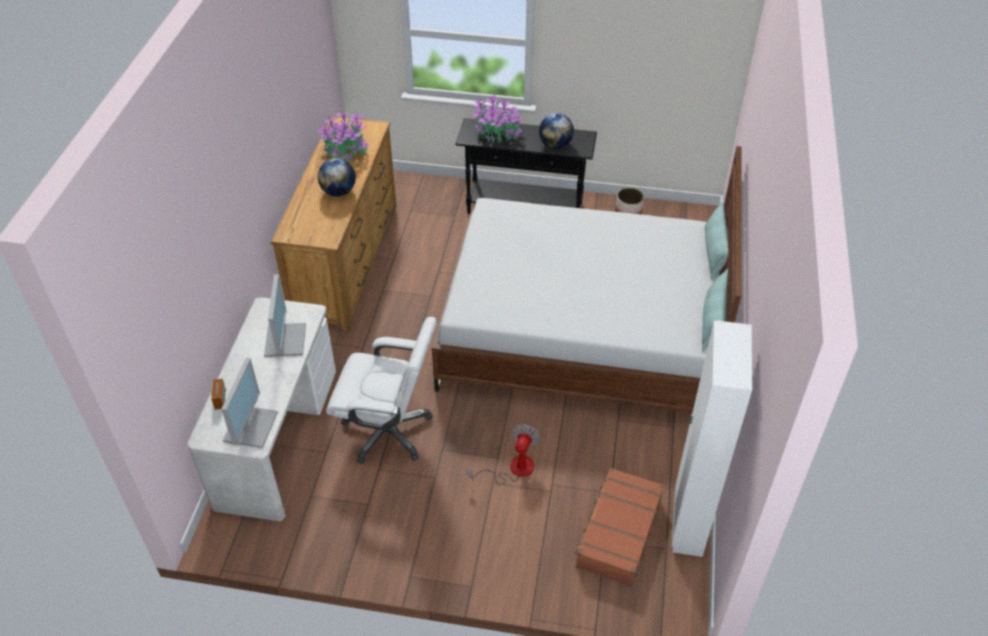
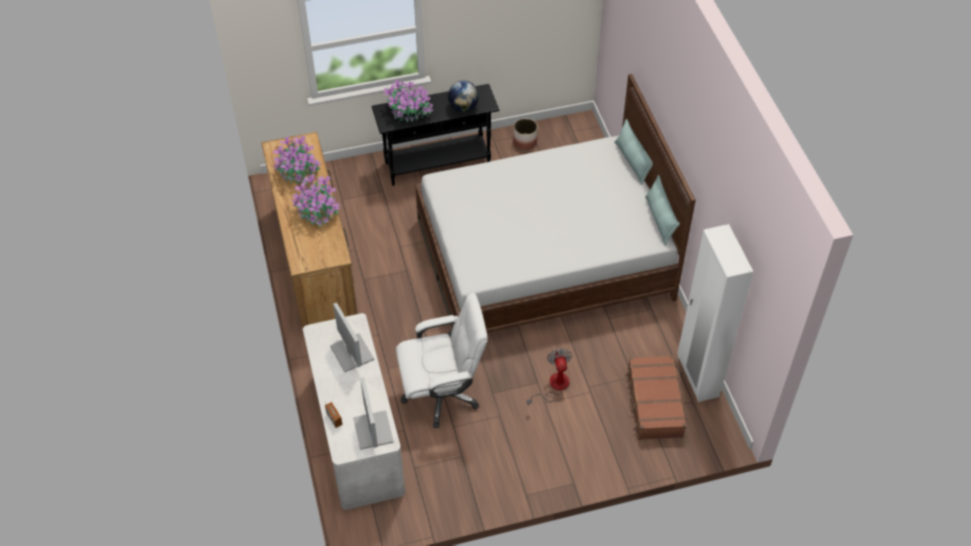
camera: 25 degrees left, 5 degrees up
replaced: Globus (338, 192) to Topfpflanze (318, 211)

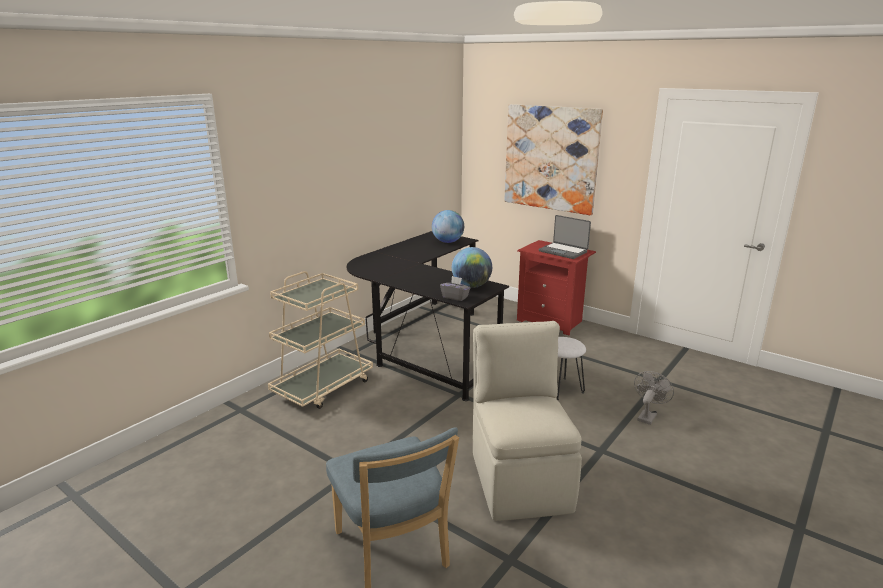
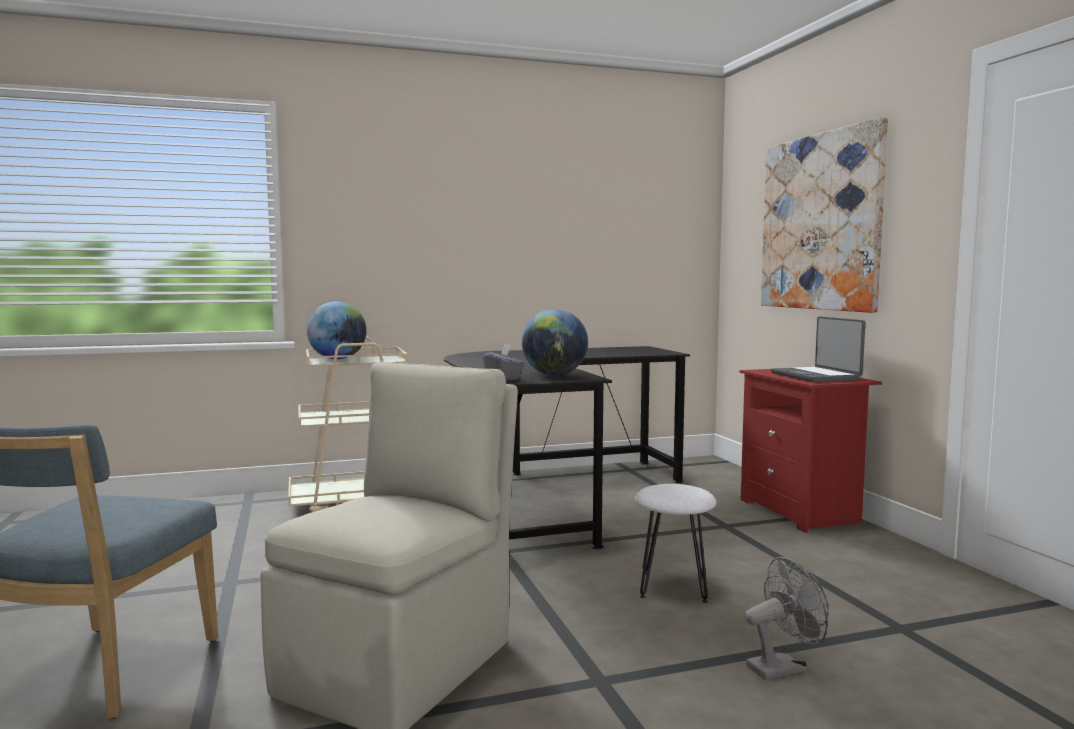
camera: 35 degrees right, 15 degrees down
moved: Globus (448, 242) to (337, 359)

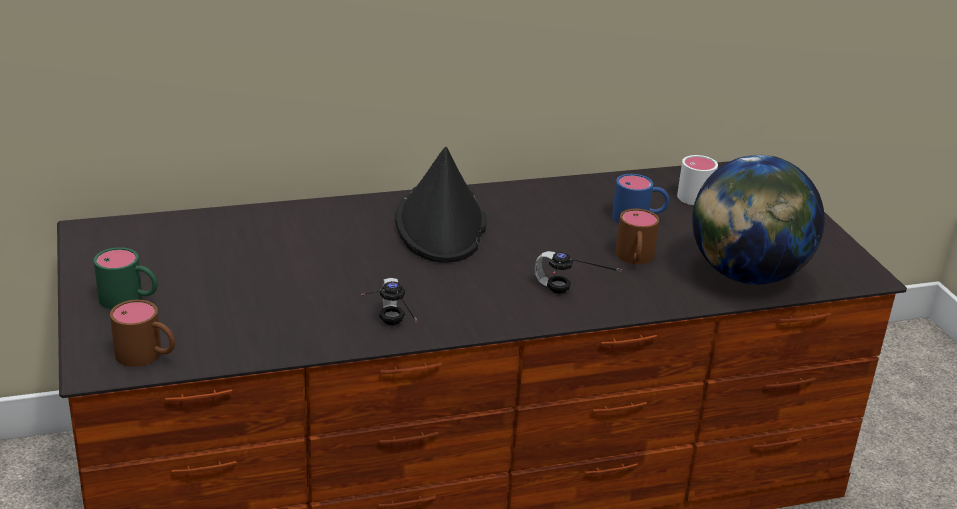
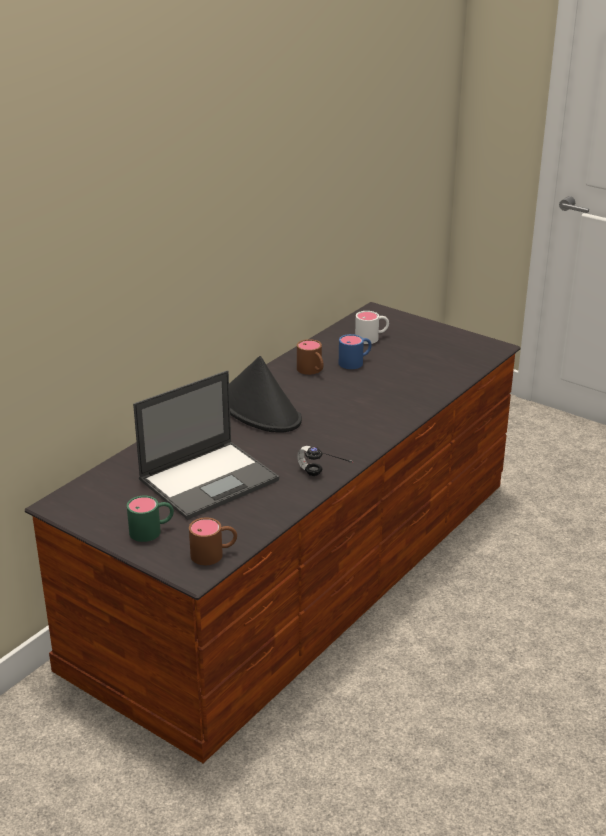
camera: 35 degrees left, 0 degrees up
removed: Globus (746, 276); Kopfhörer (567, 298)
added: Laptop (210, 479)
moved: Henkelbecher/braun (635, 259) to (312, 371)

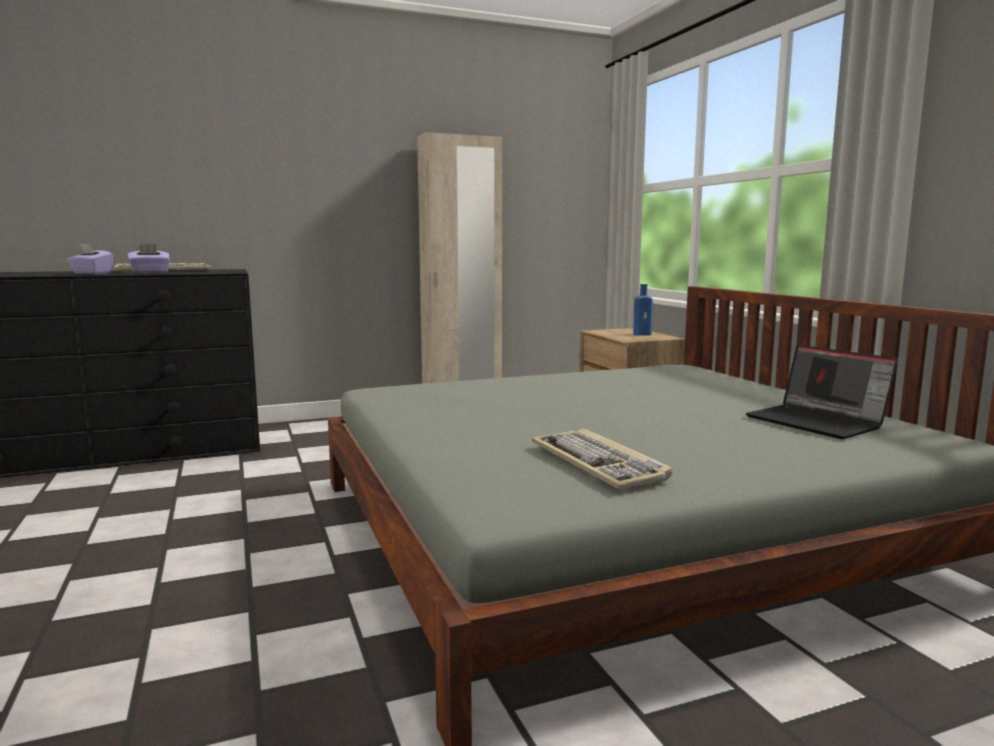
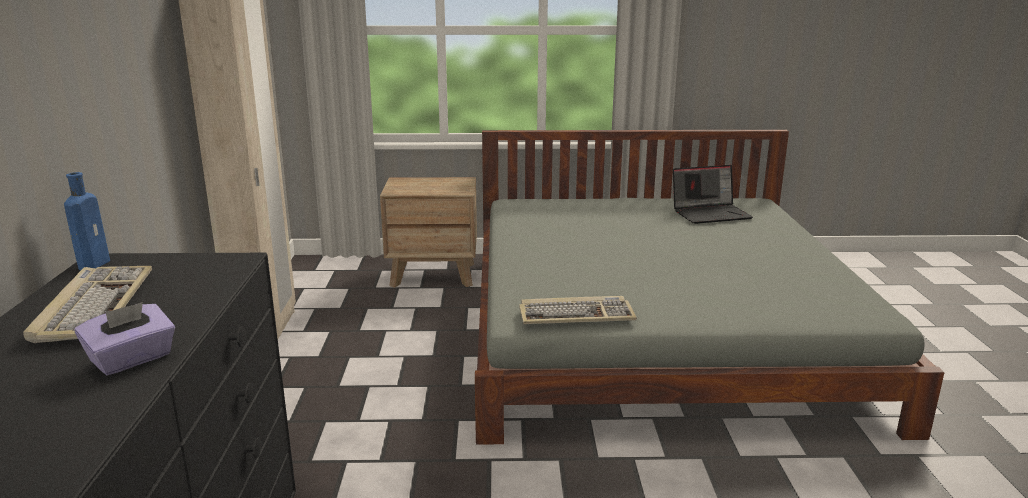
camera: 70 degrees left, 10 degrees up
removed: Taschentuchbox/lila (150, 273)
moved: Flasche/blau (643, 334) to (95, 263); Tastatur (599, 463) to (576, 315)

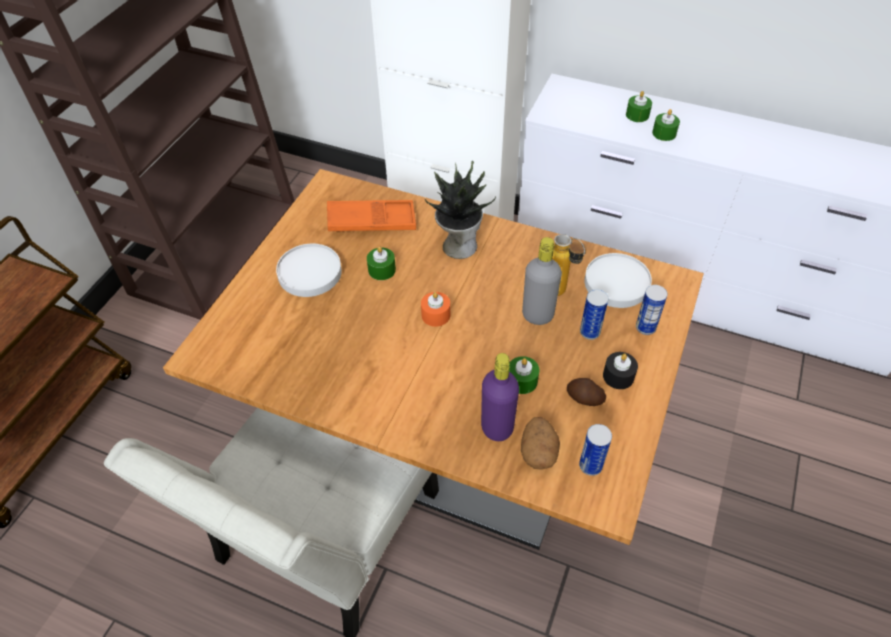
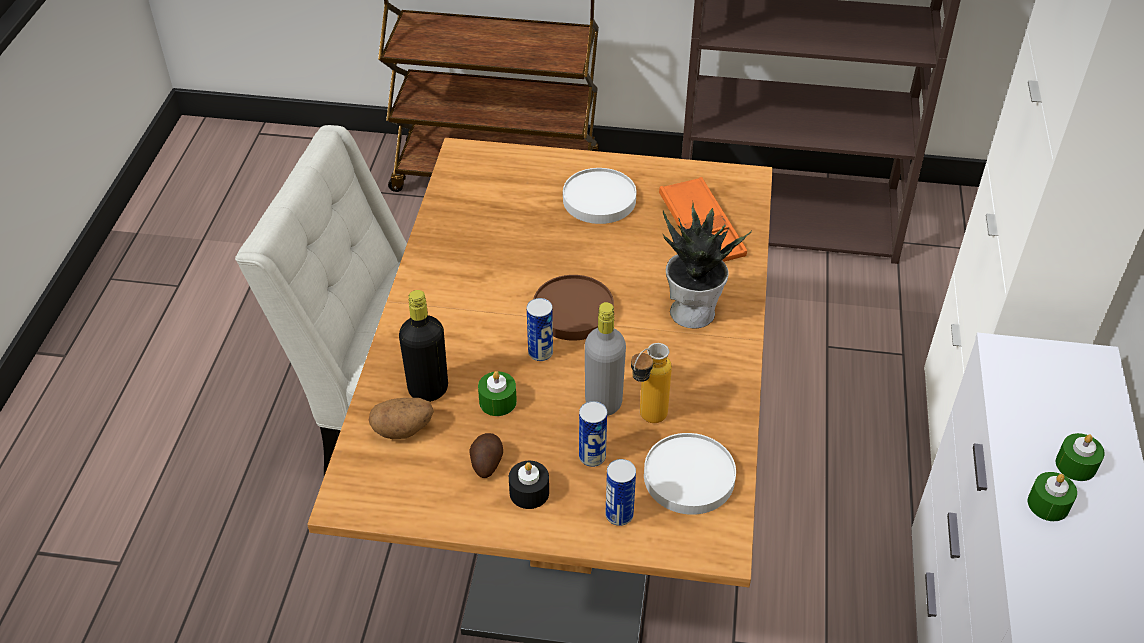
camera: 75 degrees right, 5 degrees down
removed: Kerze/grün (382, 270)
moved: Dose (590, 466) to (540, 353)
replaced: Kerze/orange (436, 315) to Teller/braun (572, 311)
recoloured: Flasche/lila (497, 427) to Flasche/schwarz (428, 389)

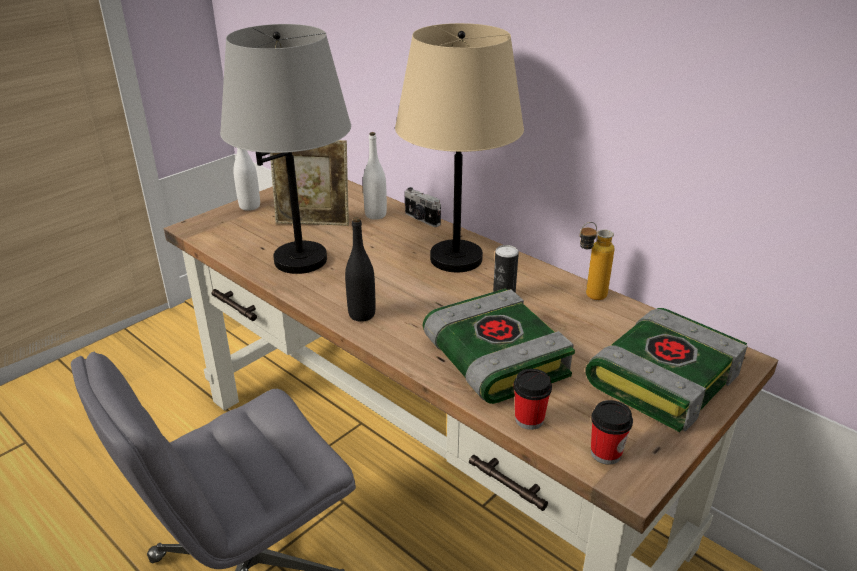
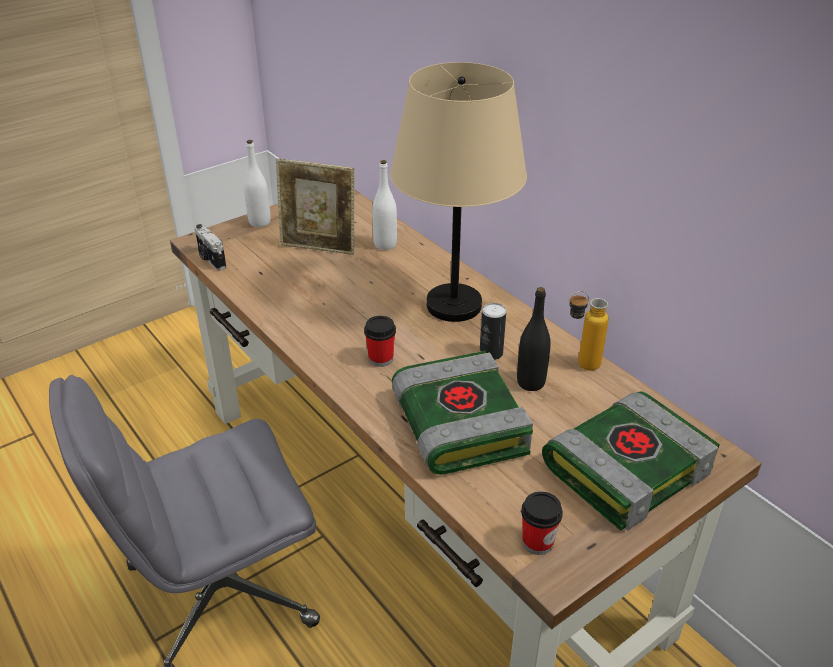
camera: 10 degrees right, 5 degrees up
removed: Tischlampe/grau (300, 259)
moved: Kamera (421, 219) to (210, 259); Flasche/schwarz (362, 314) to (530, 382); Tasse (529, 419) to (381, 359)

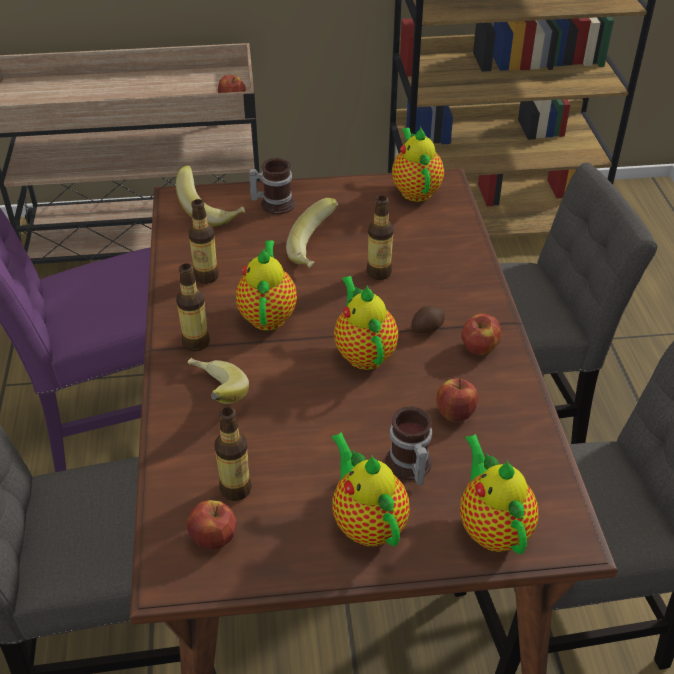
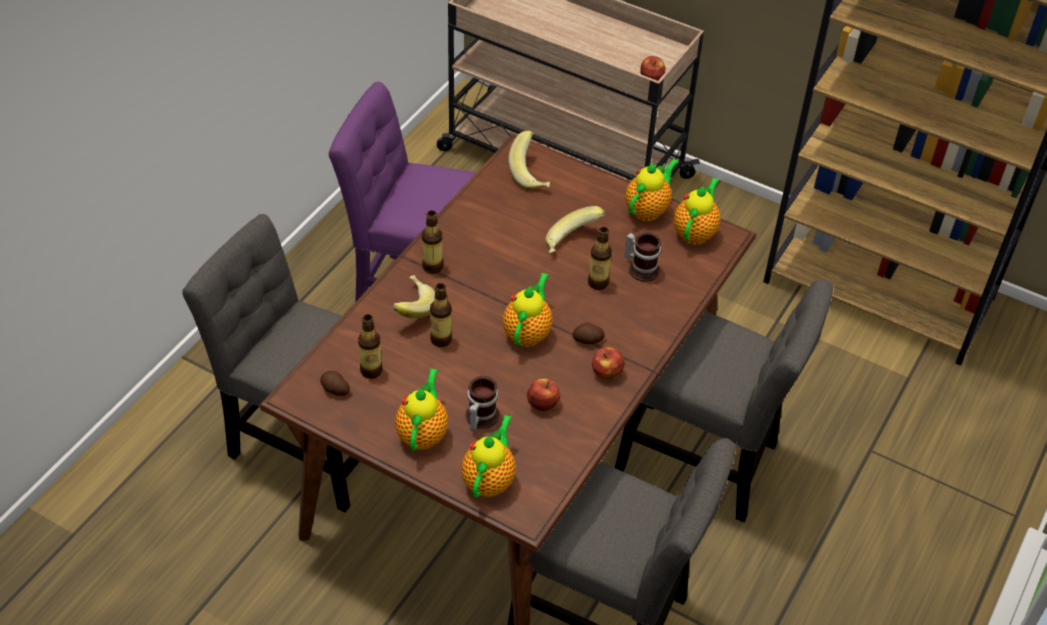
camera: 35 degrees right, 5 degrees up
moved: Henkelbecher (274, 203) to (642, 268); Flasche (206, 276) to (441, 339); Teekanne (268, 315) to (648, 209)
replaced: Apfel (213, 537) to Kartoffel (334, 389)

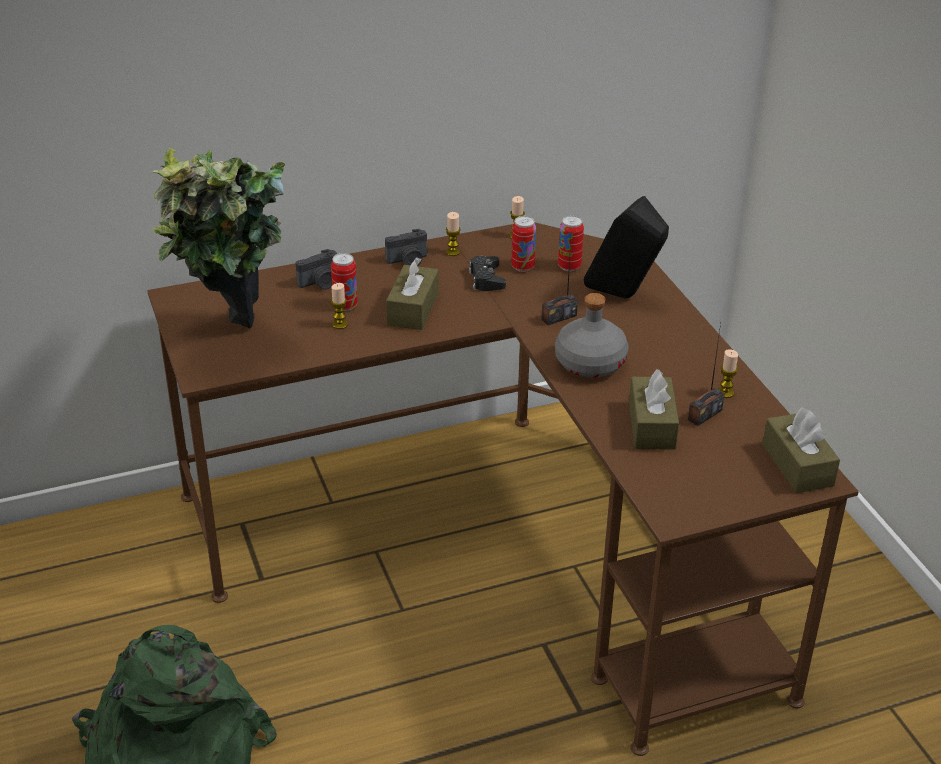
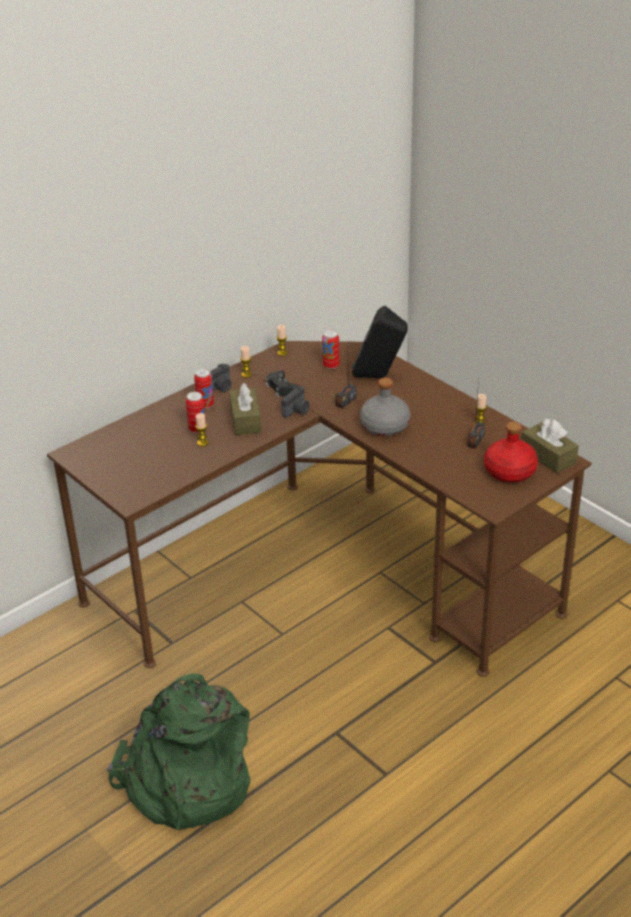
camera: 20 degrees left, 0 degrees up
removed: Topfpflanze (231, 343); Taschentuchbox/braun (651, 425)
added: Flasche/rot (510, 472)
moved: Dose (522, 267) to (205, 405); Kamera (320, 283) to (297, 411)

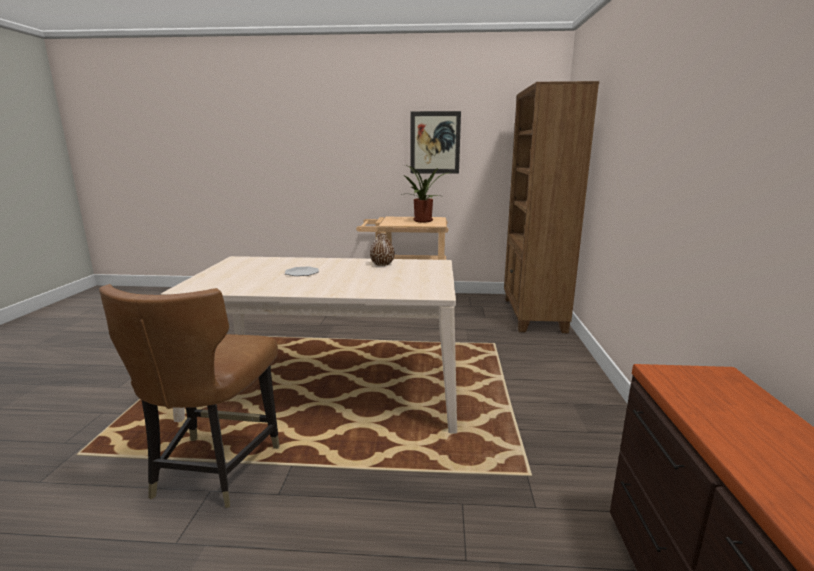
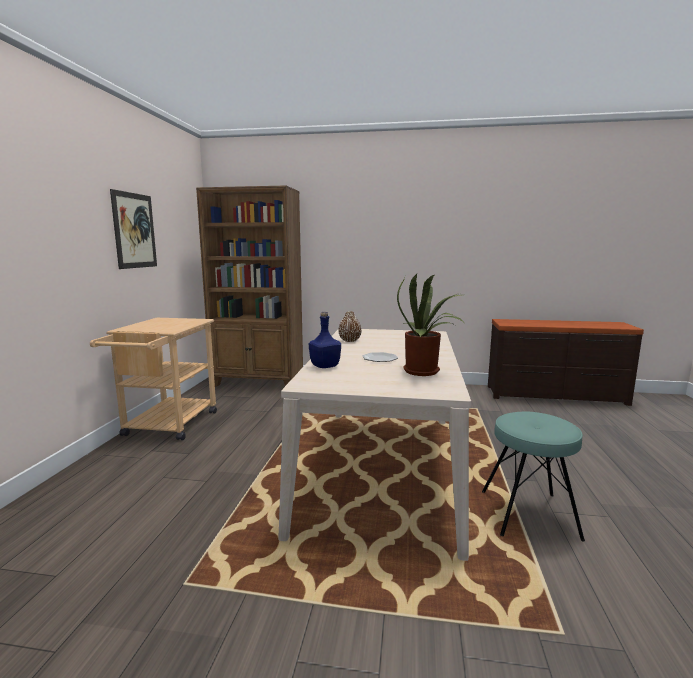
camera: 85 degrees left, 5 degrees down
added: Flasche/blau (324, 366)
moved: Topfpflanze (422, 221) to (425, 372)
replaced: Stuhl/braun (214, 469) to Hocker/türkis (528, 514)

